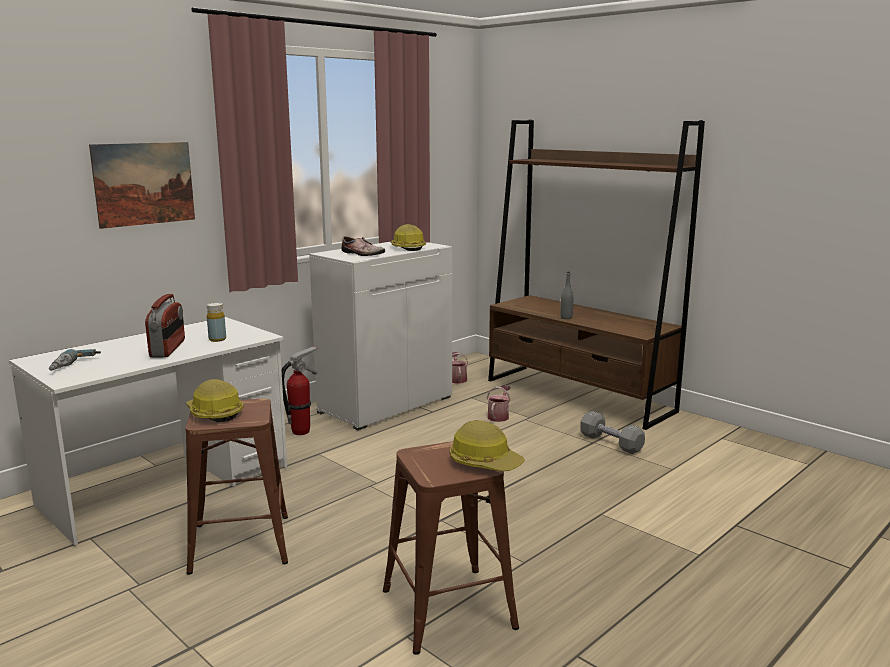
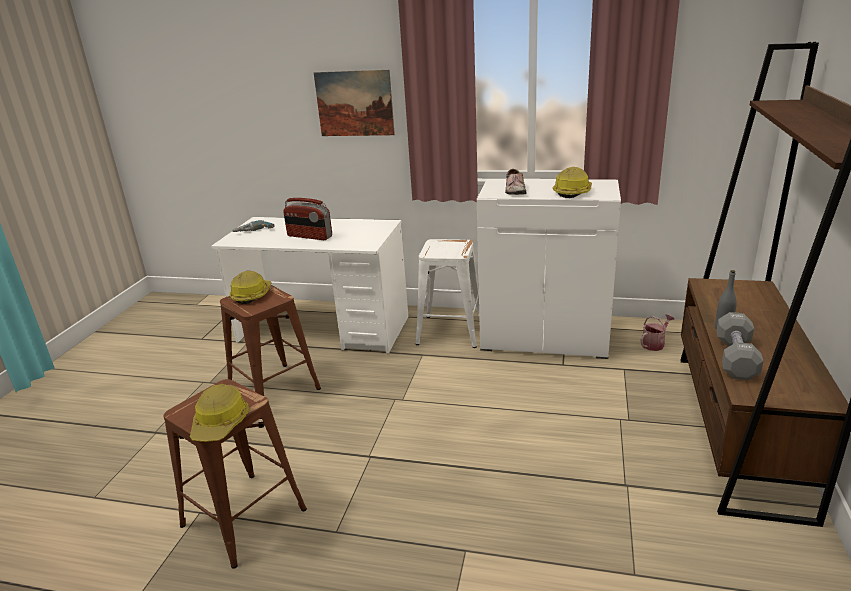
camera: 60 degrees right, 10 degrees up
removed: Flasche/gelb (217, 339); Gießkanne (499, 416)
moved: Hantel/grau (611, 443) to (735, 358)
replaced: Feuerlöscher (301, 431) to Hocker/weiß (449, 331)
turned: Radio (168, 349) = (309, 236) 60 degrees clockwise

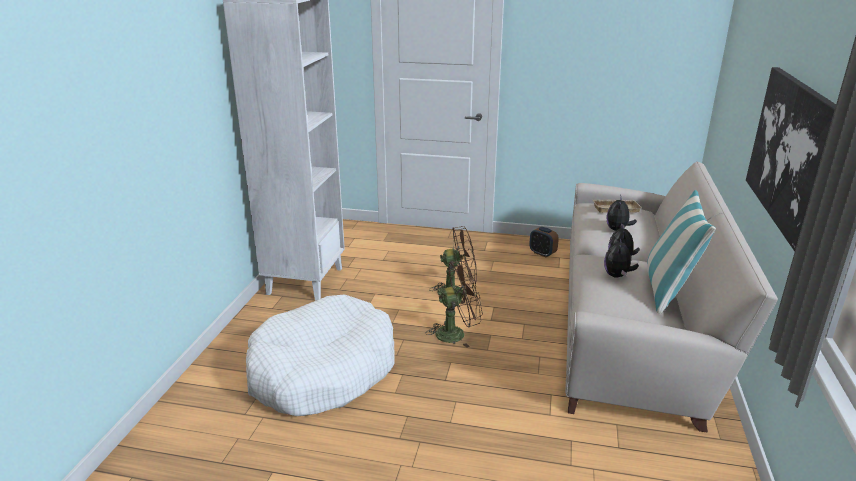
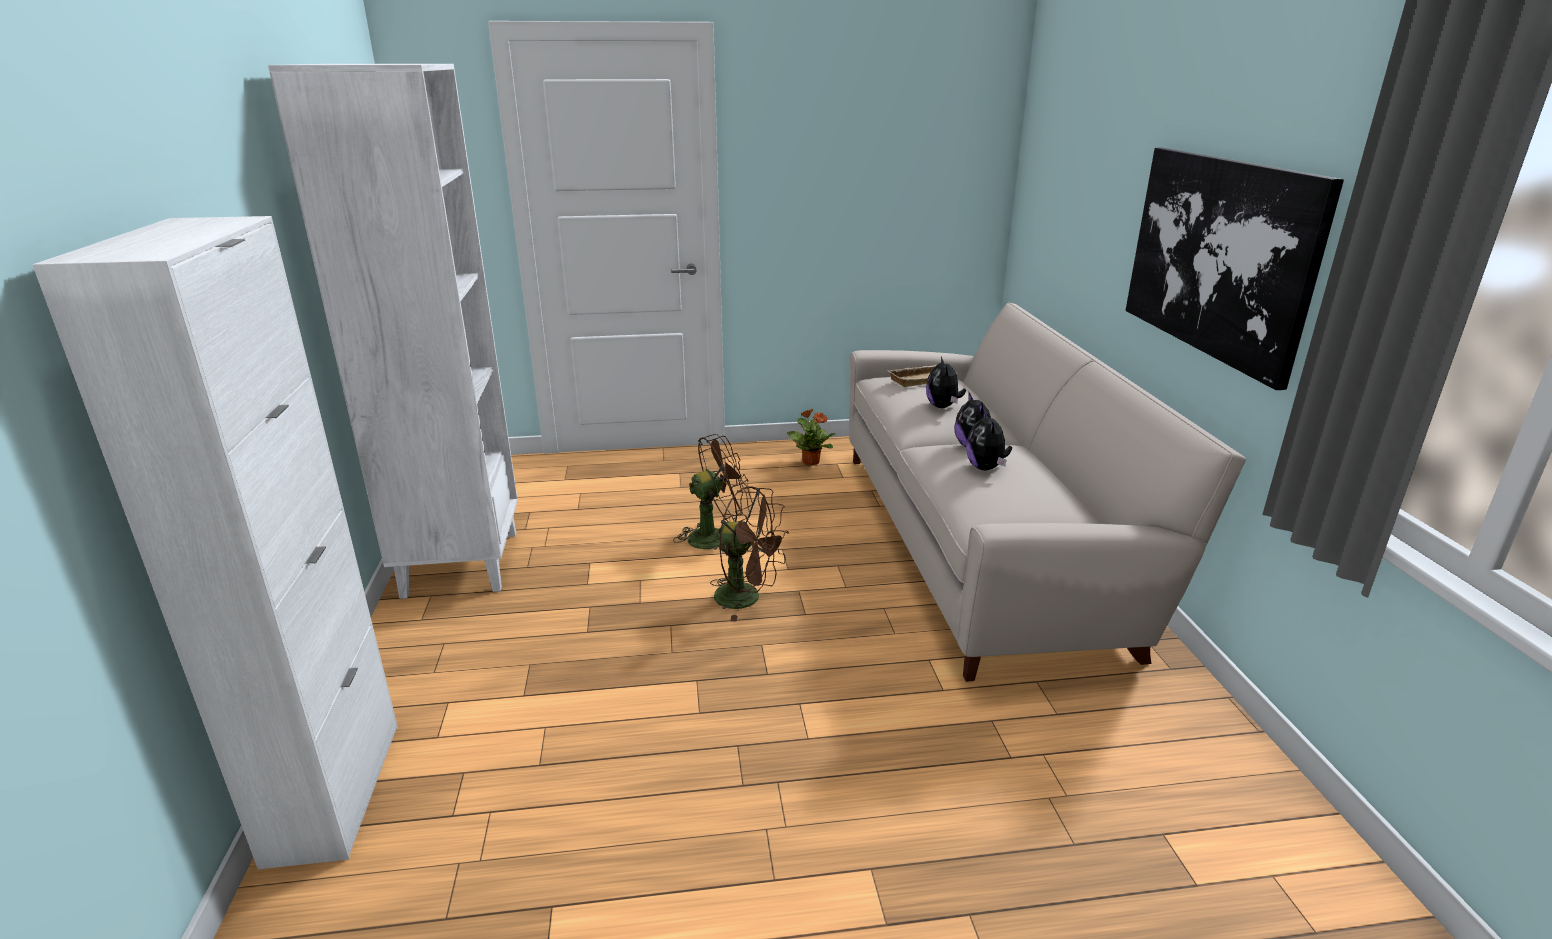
camera: 20 degrees left, 0 degrees up
removed: Kissen (668, 290); Hundebett/weiß (322, 371)
added: Schrank/weiß (334, 791)
replaced: Wecker (542, 253) to Topfpflanze (810, 461)
turned: Ventilator/braun (456, 333) = (747, 598) 60 degrees clockwise

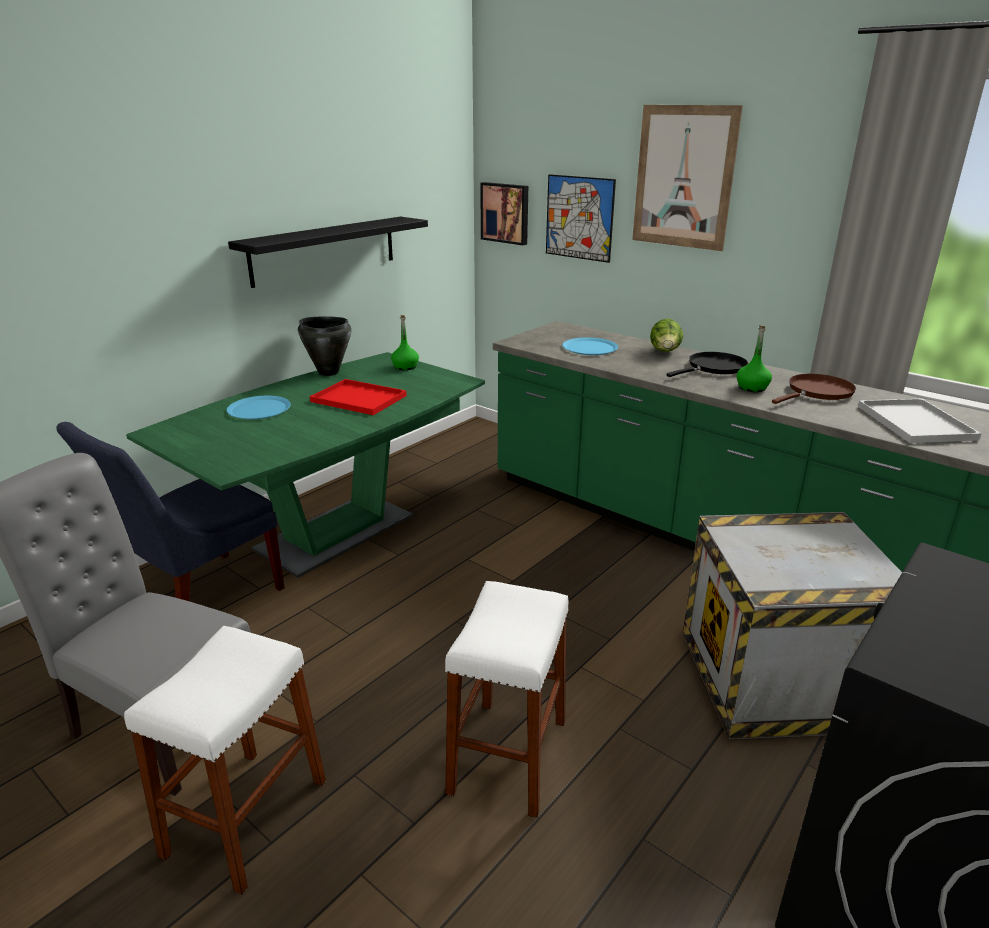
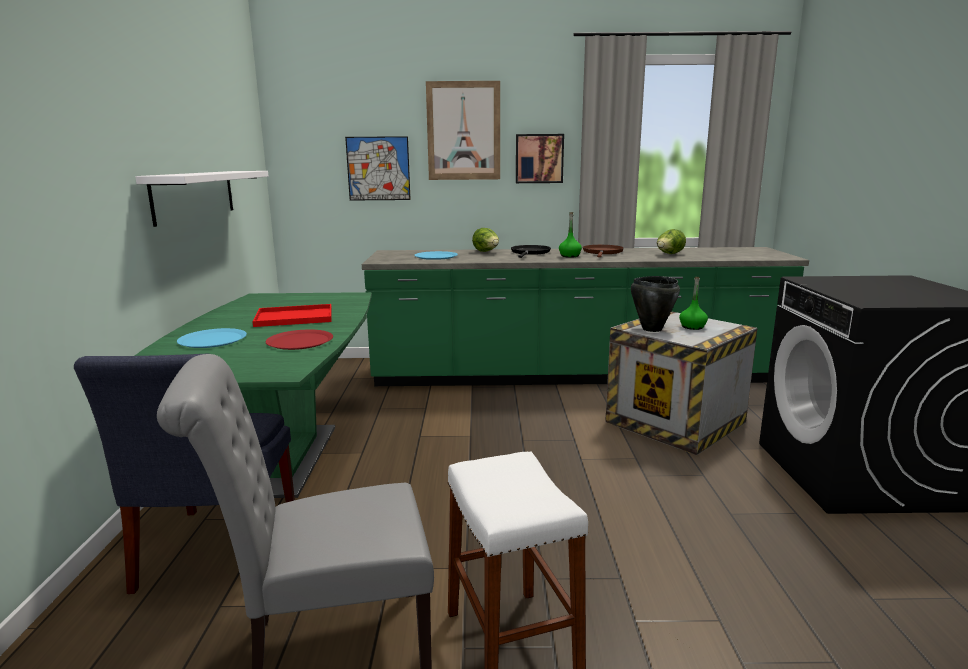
camera: 40 degrees left, 10 degrees down
removed: Hocker/weiß (508, 756)
added: Teller/rot (300, 341)
moved: Bild (505, 213) to (539, 158); Flasche/grün (405, 367) to (692, 327); Kochtopf/schwarz (328, 372) to (651, 329)
replaced: Tablett/weiß (917, 423) to Salatkopf (669, 254)
recoloured: Wandregal/schwarz (325, 250) to Wandregal/weiß (195, 195)

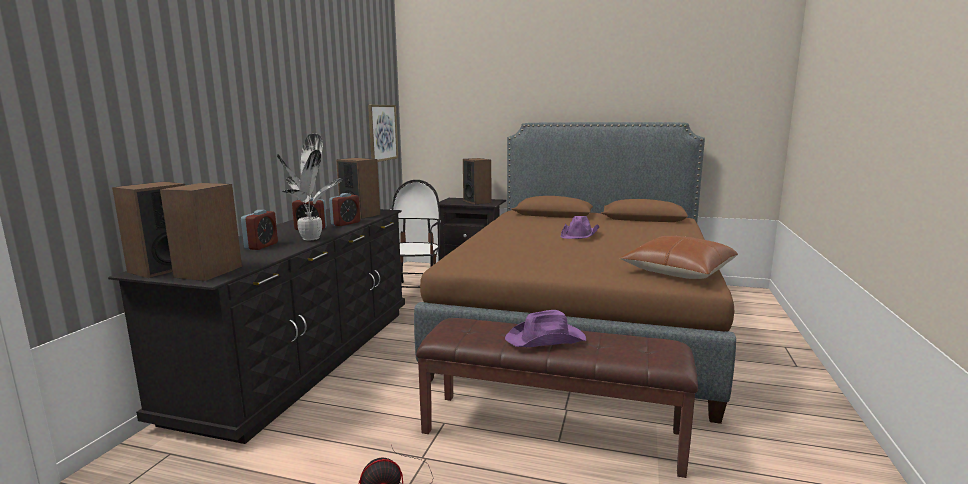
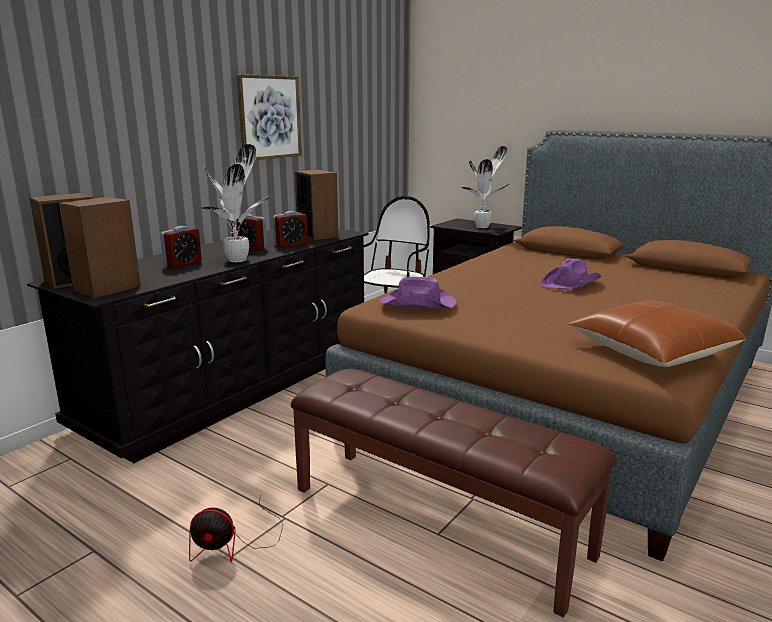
camera: 20 degrees right, 5 degrees up
moved: Bild (382, 132) to (269, 117); Hut/lila (546, 339) to (418, 304)
replaced: Lautsprecher (477, 201) to Topfpflanze (483, 226)

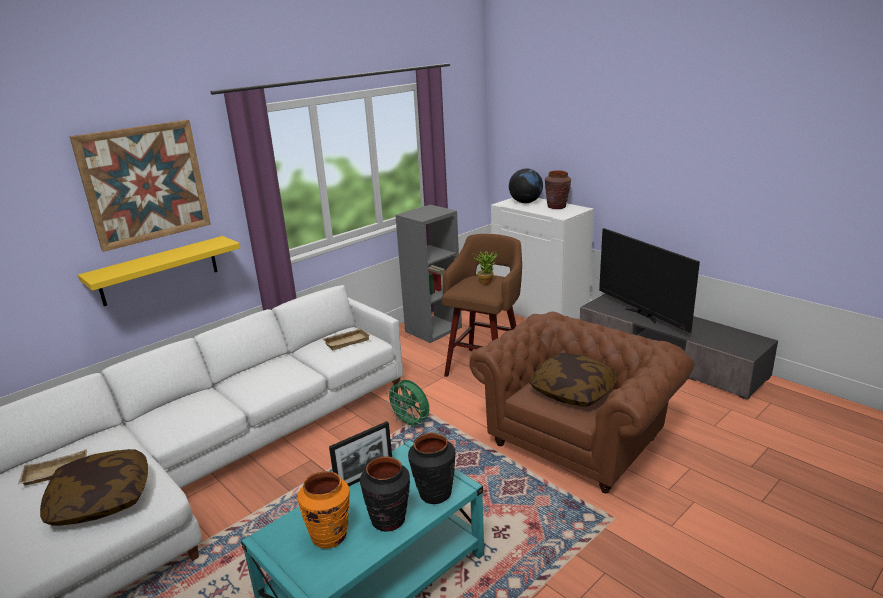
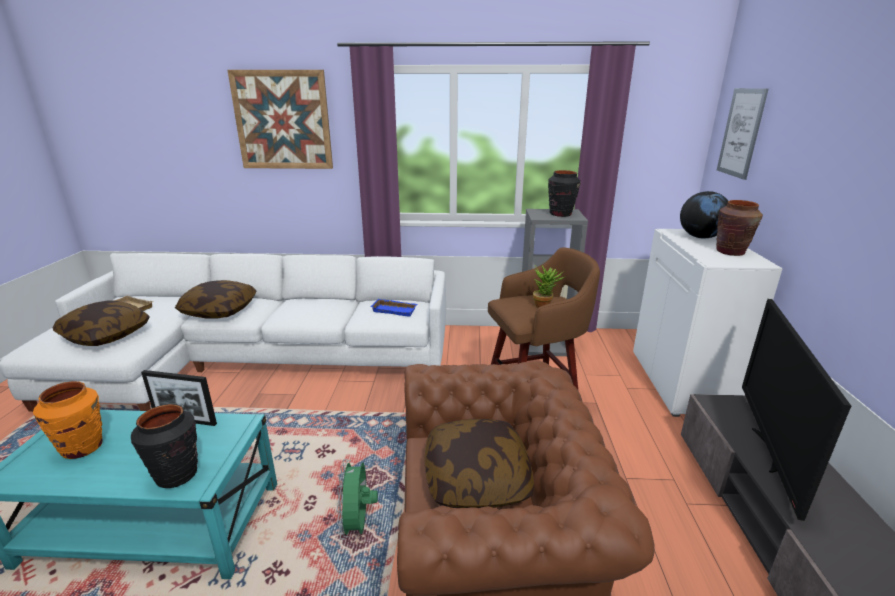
camera: 45 degrees right, 0 degrees up
removed: Wandregal/gelb (159, 271)
added: Bild (741, 133); Kissen (219, 310)
moved: Ventilator/grün (411, 424) to (358, 525); Vase/schwarz (389, 520) to (561, 214)
recoloured: Tablett/beige (346, 341) to Tablett/blau (395, 310)

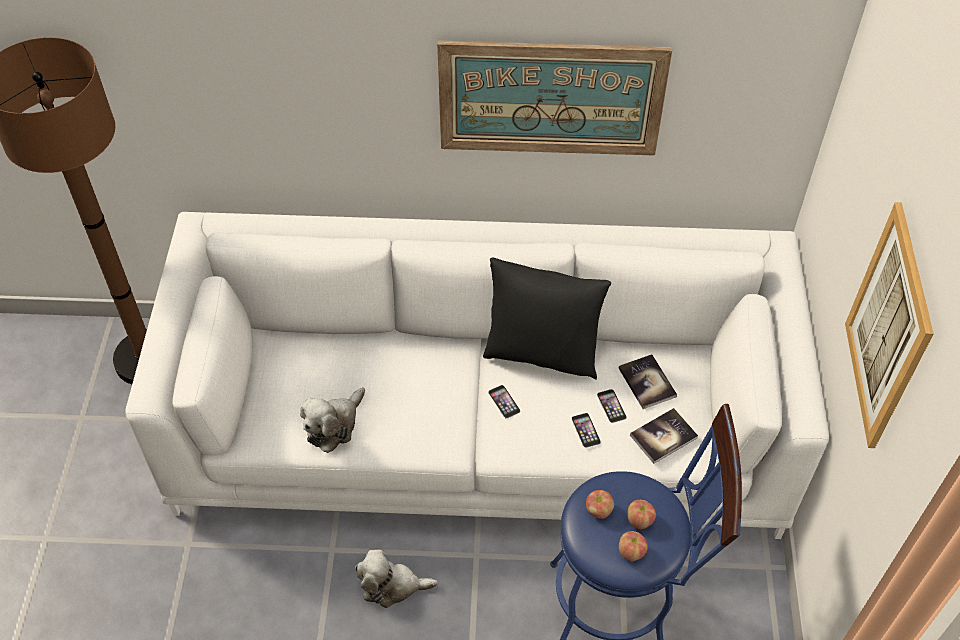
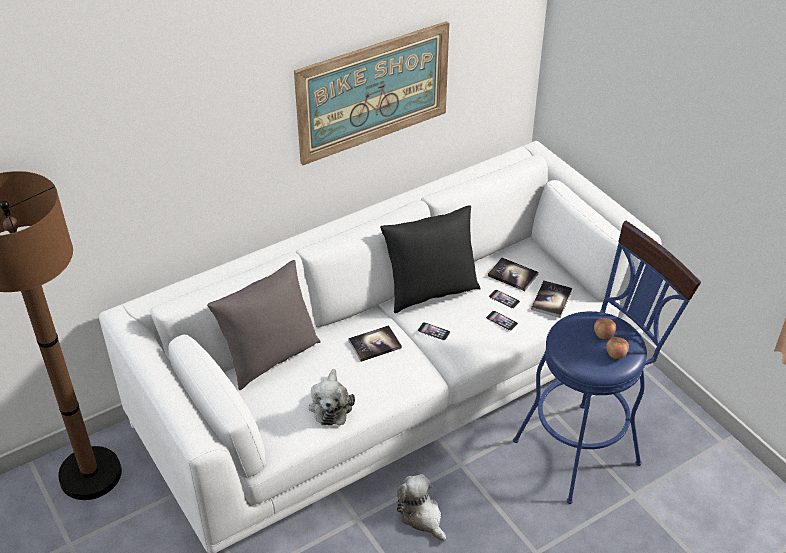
camera: 35 degrees left, 10 degrees down
removed: Bild (887, 328); Apfel (599, 510)
added: Kissen/grau (270, 358); Buch (375, 344)
turned: Plüschtier (392, 586) = (421, 516) 90 degrees clockwise

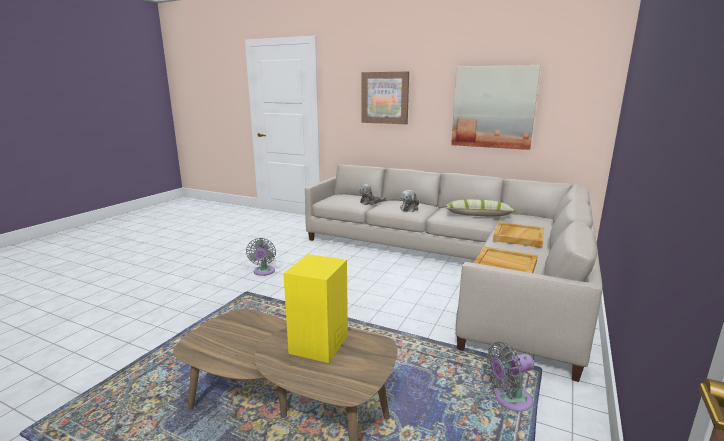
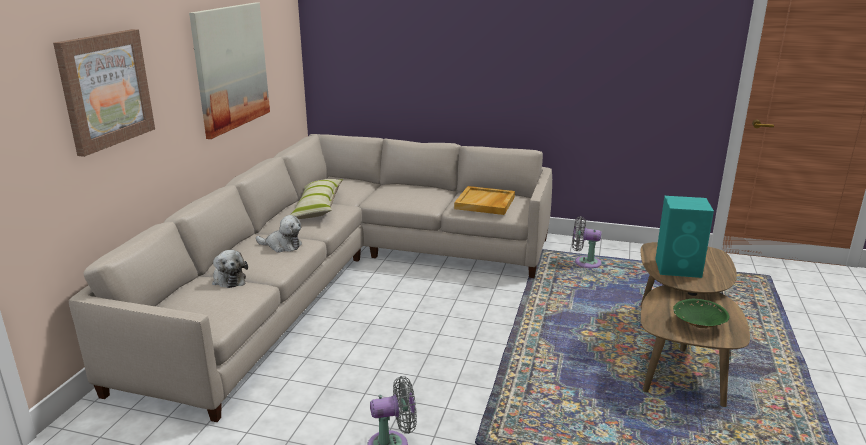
camera: 100 degrees left, 5 degrees up
removed: Tablett/beige (518, 236)
added: Schüssel/grün (698, 324)
recoloured: Lautsprecher/gelb (318, 345) to Lautsprecher/türkis (679, 268)
turned: Ventilator/grau (509, 400) = (584, 262) 135 degrees clockwise

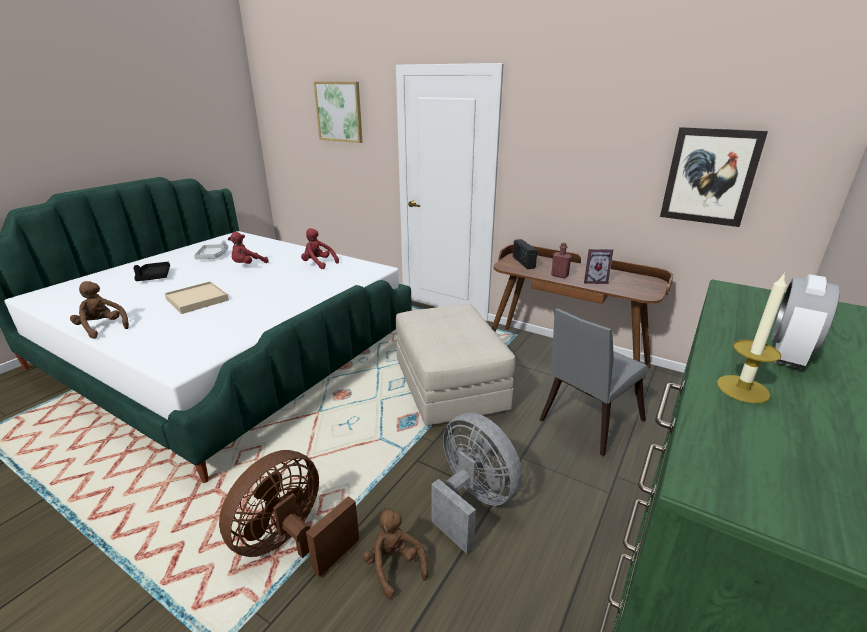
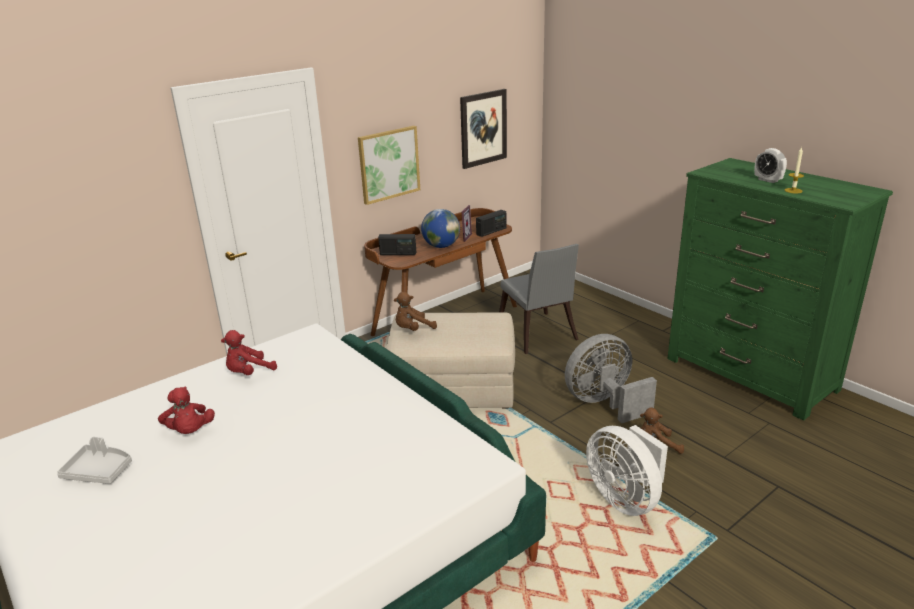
camera: 70 degrees left, 0 degrees up
removed: Tablett/schwarz (154, 276); Tablett/beige (197, 300)
added: Radio (491, 231)
moved: Bild (339, 111) to (389, 164); Plüschtier/braun (102, 328) to (413, 329)
replaced: Flasche/rot (559, 275) to Globus (441, 246)
recoloured: Ventilator/braun (292, 543) to Ventilator/weiß (625, 498)

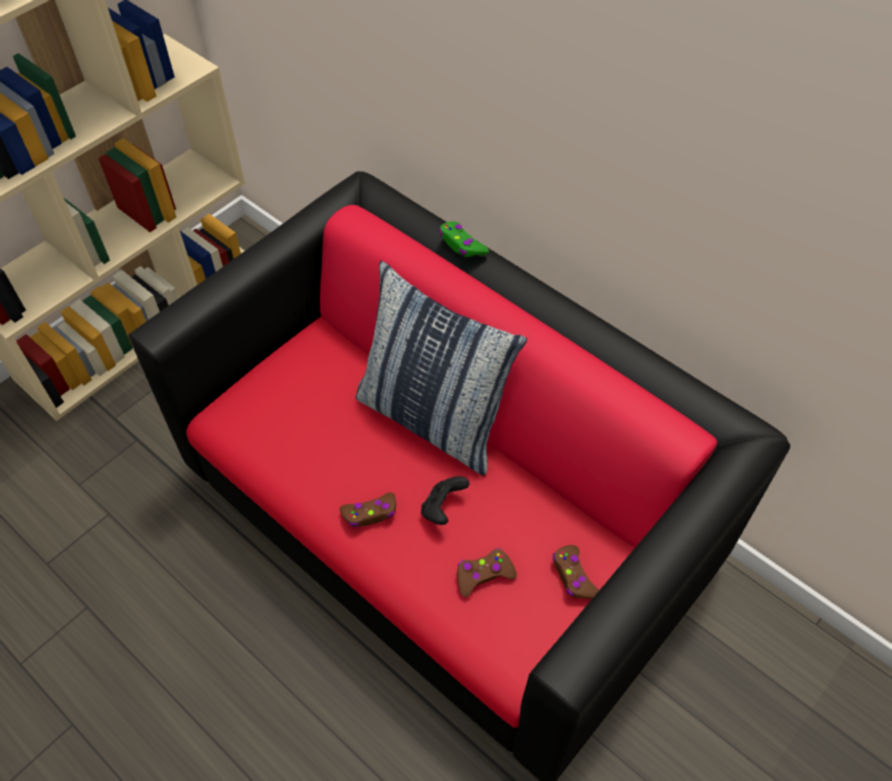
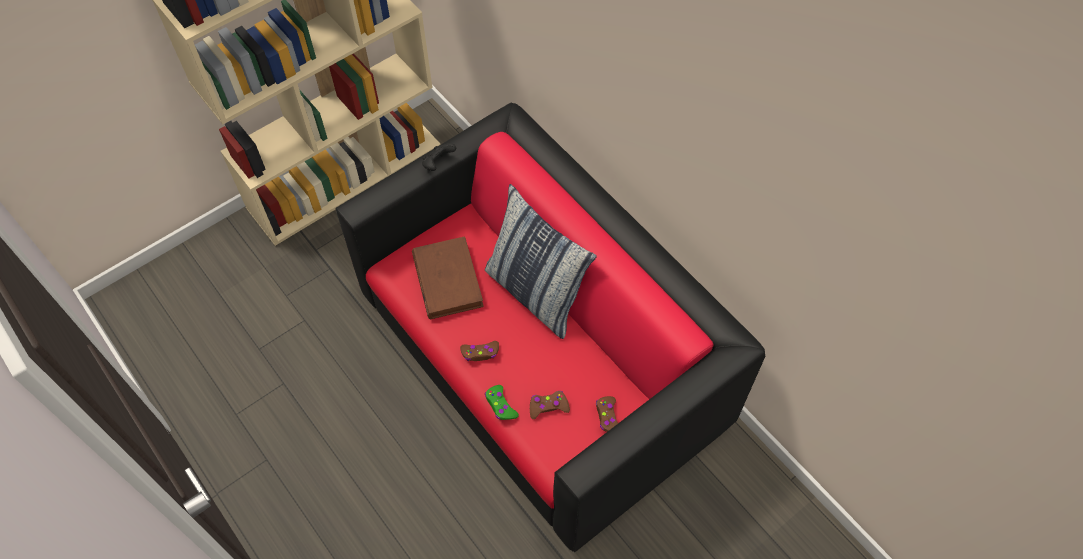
camera: 10 degrees right, 5 degrees up
added: Buch/braun (447, 280)
moved: Gamepad/grün (462, 245) to (500, 406); Gamepad/schwarz (442, 508) to (438, 164)

